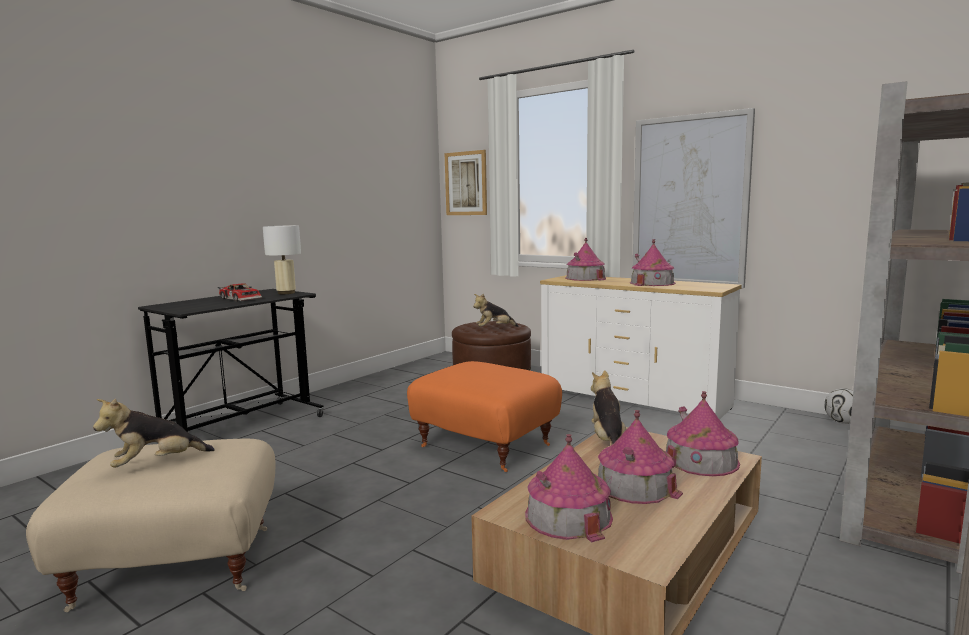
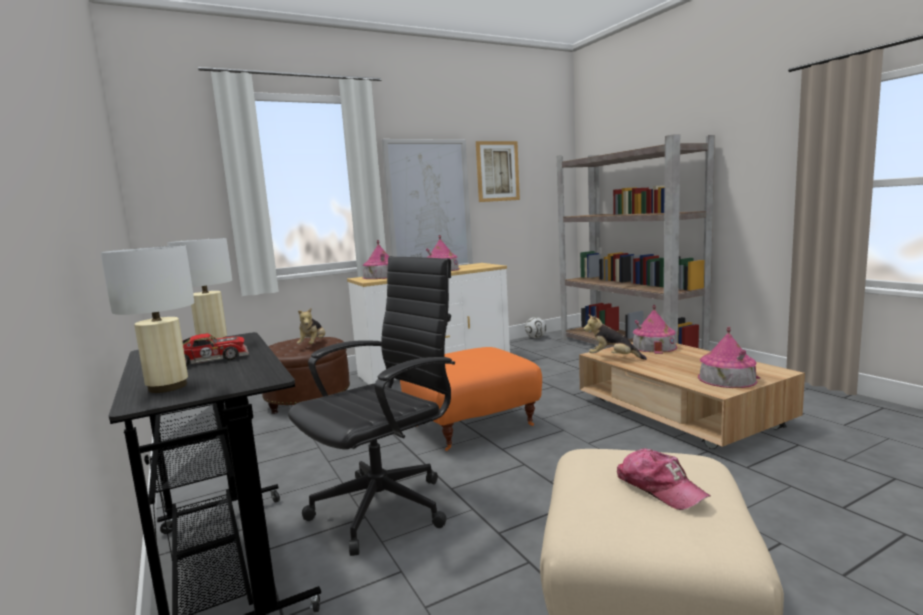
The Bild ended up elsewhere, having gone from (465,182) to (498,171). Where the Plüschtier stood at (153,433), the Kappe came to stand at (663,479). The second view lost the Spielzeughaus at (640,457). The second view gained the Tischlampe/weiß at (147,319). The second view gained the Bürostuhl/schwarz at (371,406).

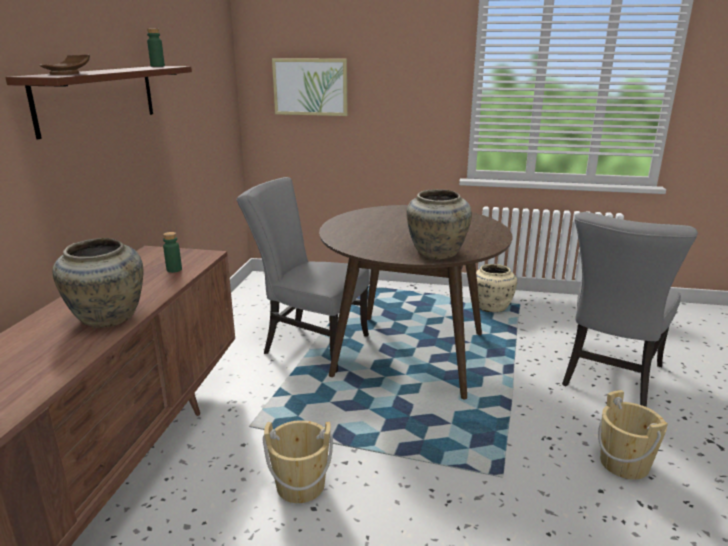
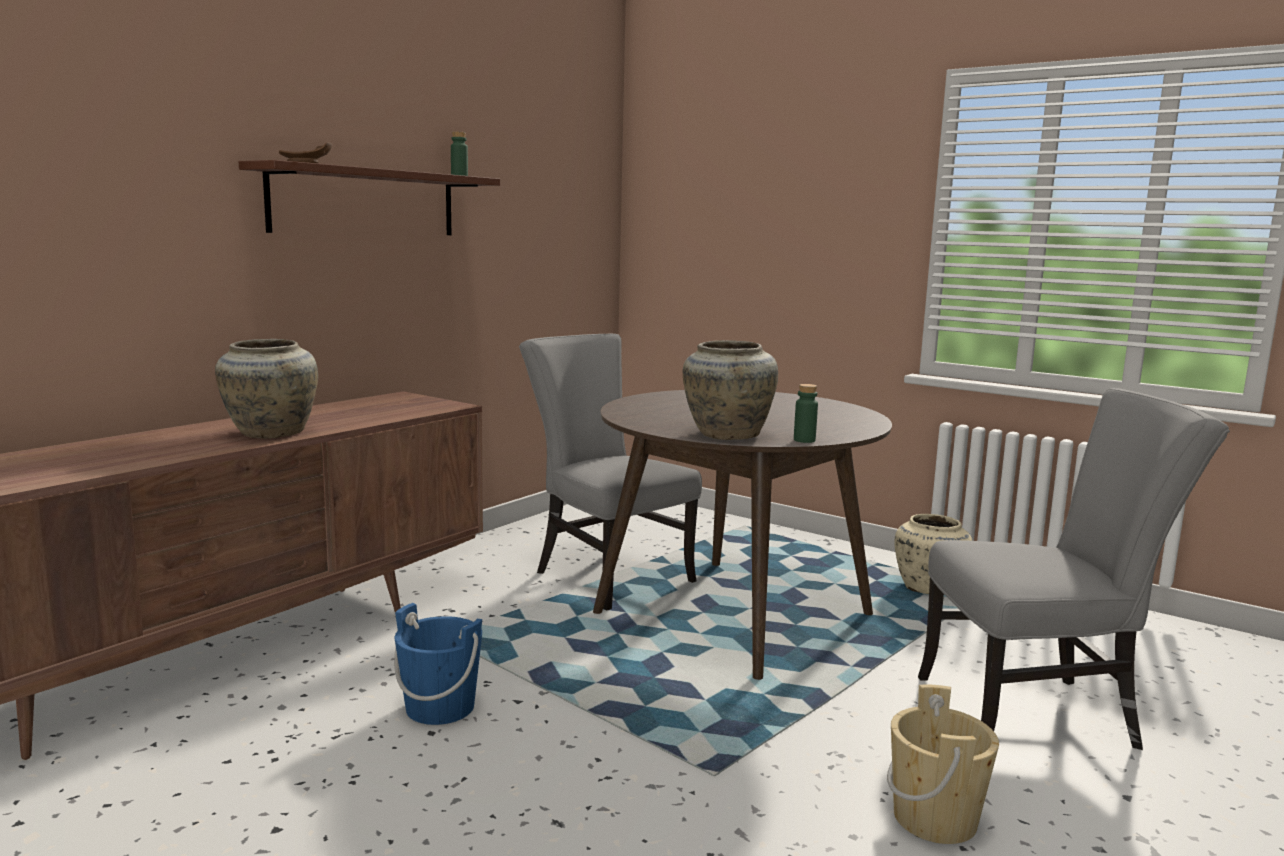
The second view lost the Bild at (310,87). The Stuhl/grau at (630,309) ended up facing another way, 150 degrees counterclockwise from before. The Flasche/grün ended up elsewhere, having gone from (172,252) to (806,413). What was the Eimer/beige at (298,461) turned into the Eimer/blau at (438,664).

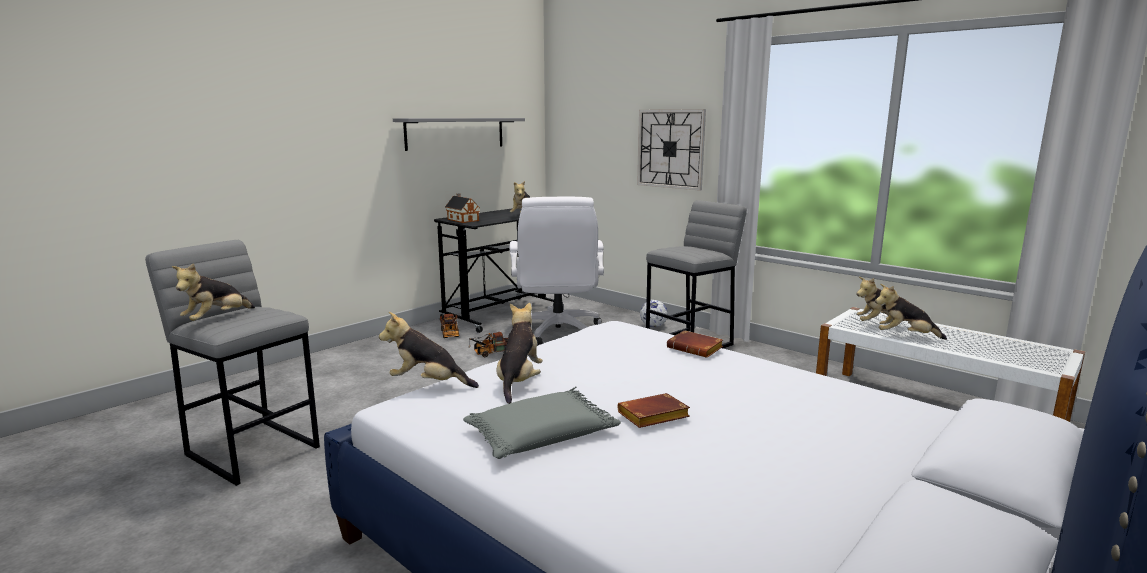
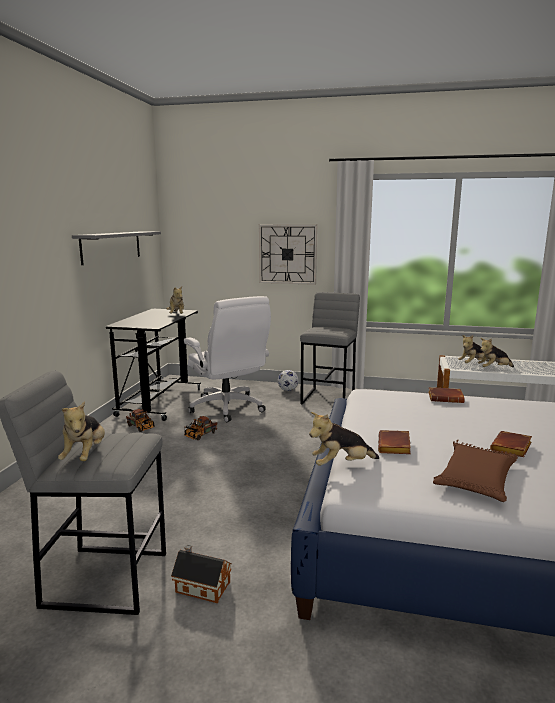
The Spielzeughaus ended up elsewhere, having gone from (462,208) to (201,574). Where the Plüschtier stood at (519,353), the Buch/braun came to stand at (394,442). What was the Kissen/grau at (542,422) turned into the Kissen/braun at (475,471).

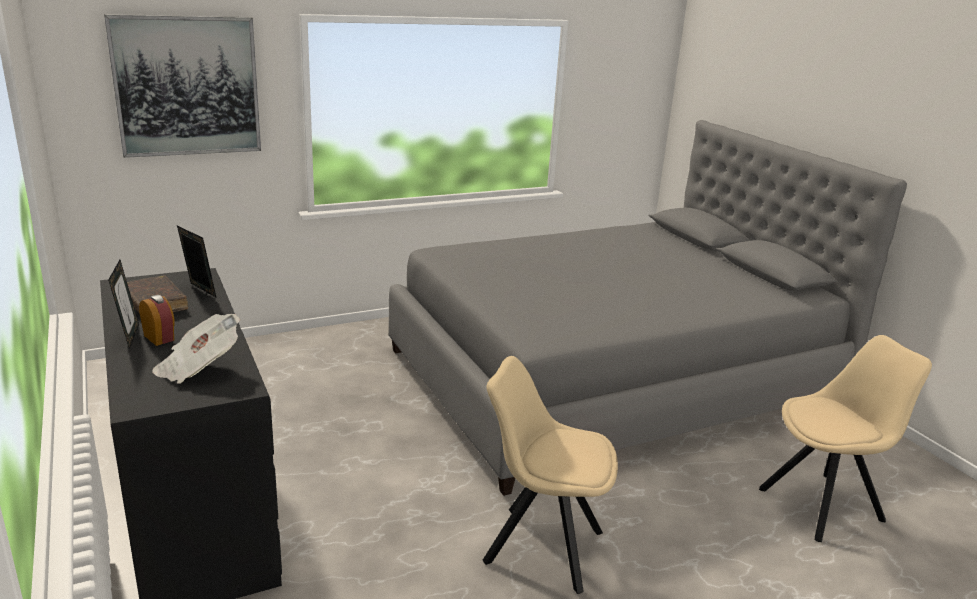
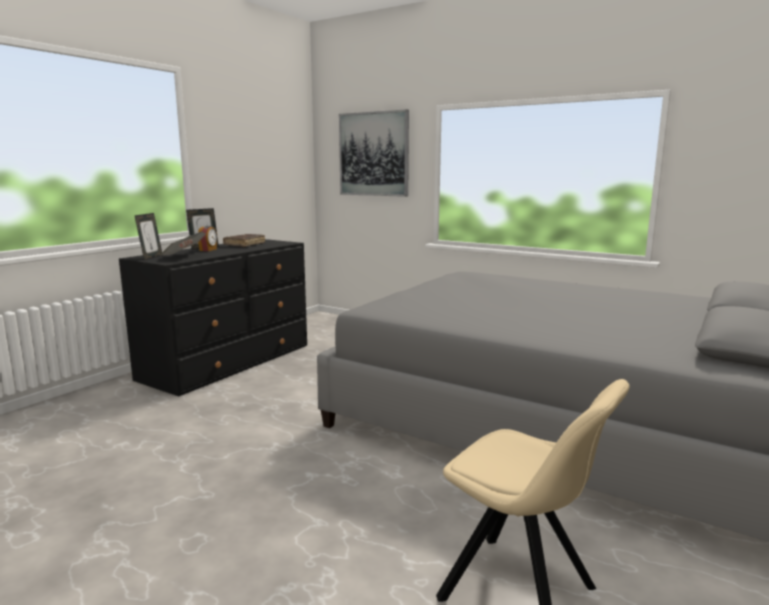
The Bilderrahmen ended up elsewhere, having gone from (196,261) to (149,236). The second view lost the Stuhl/beige at (550,475).

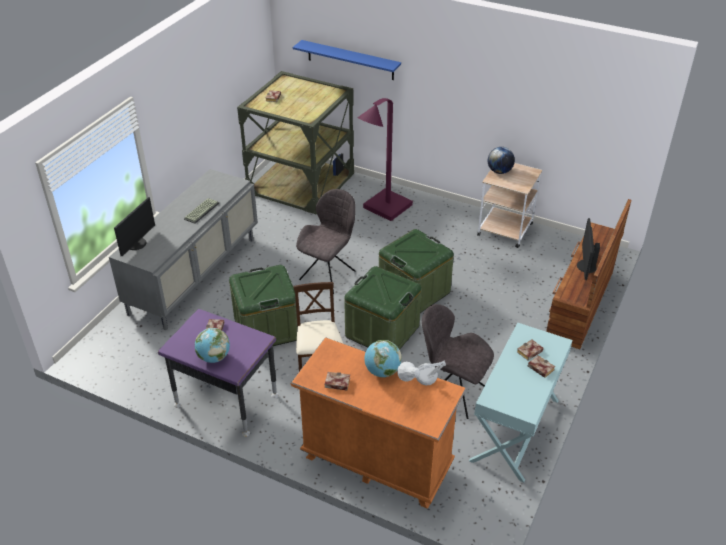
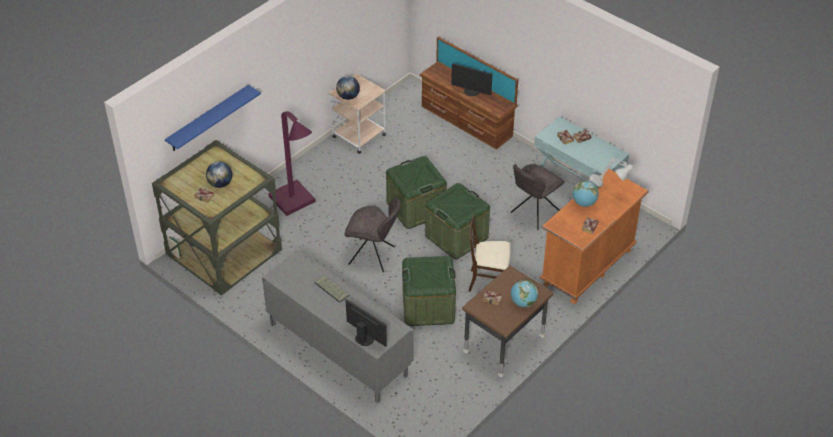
The Stuhl/grau at (325,241) ended up facing another way, 150 degrees clockwise from before. What was the Schreibtisch/lila at (218,373) turned into the Schreibtisch/braun at (507,321). The second view gained the Globus at (219,174).

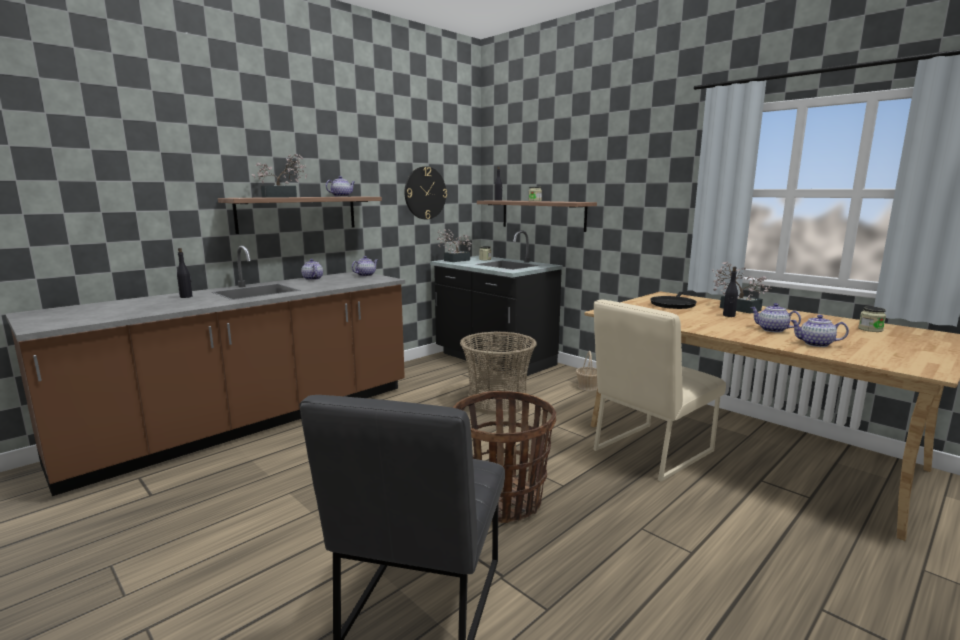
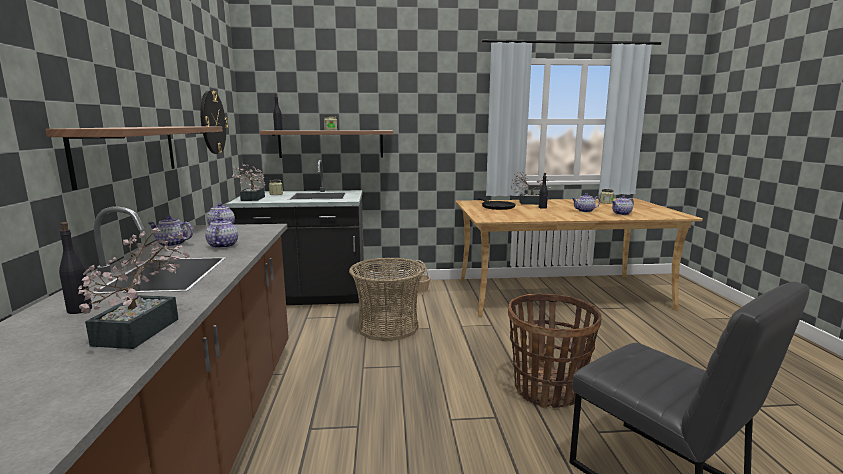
The Topfpflanze ended up elsewhere, having gone from (279,176) to (134,288). The Teekanne ended up elsewhere, having gone from (340,186) to (221,233). The second view lost the Stuhl/beige at (659,391).

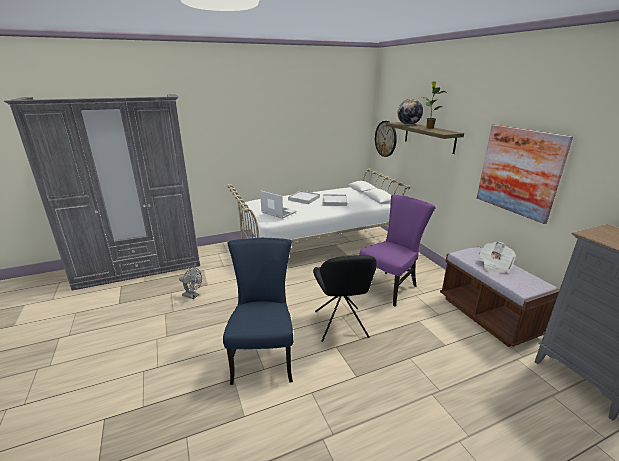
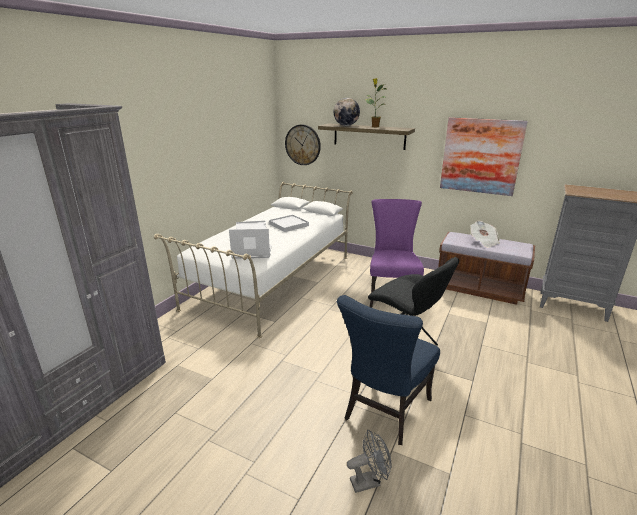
The Stuhl/blau at (258,311) ended up facing another way, 105 degrees counterclockwise from before. The Ventilator/grau ended up elsewhere, having gone from (190,283) to (369,461).

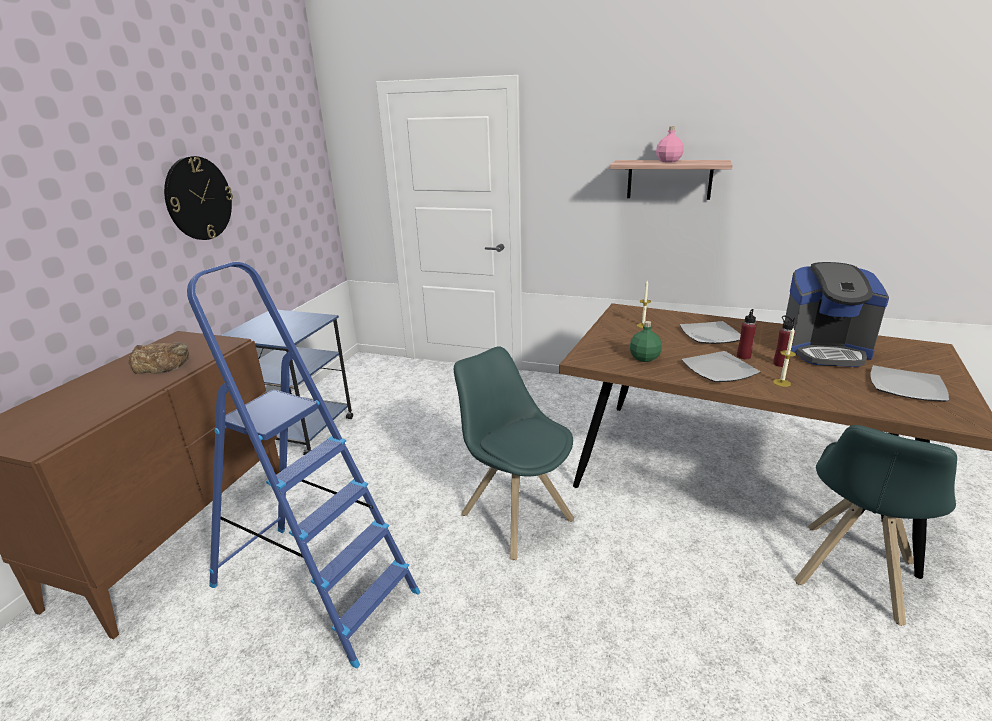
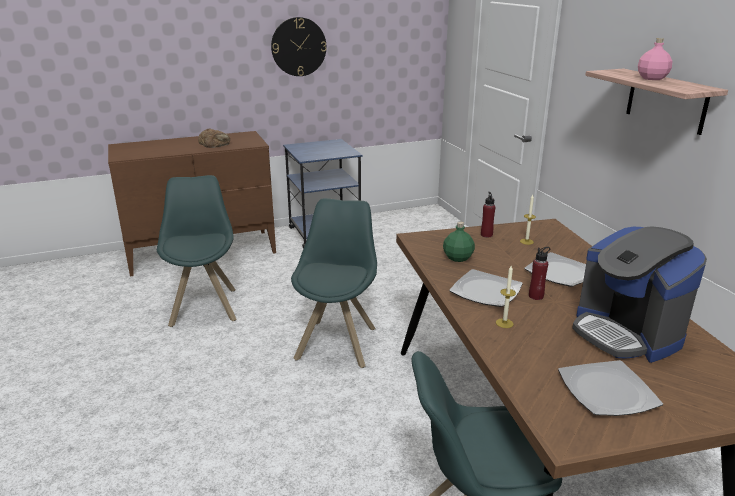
Where the Trittleiter/blau stood at (303,465), the Stuhl/türkis came to stand at (197,251). The Flasche/rot ended up elsewhere, having gone from (784,341) to (488,215).

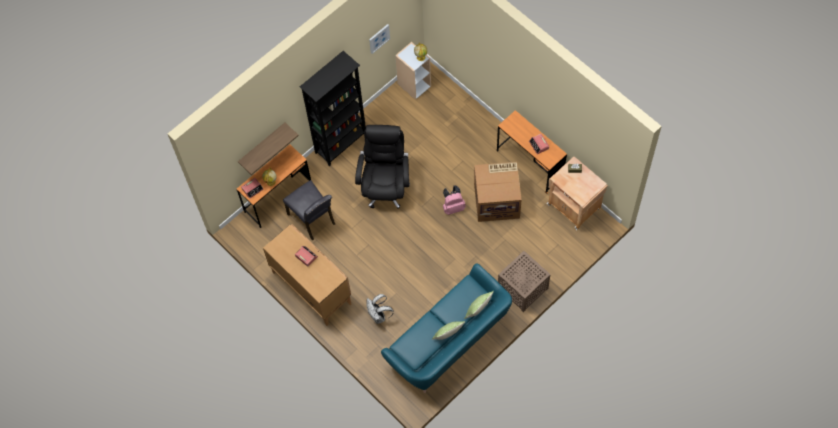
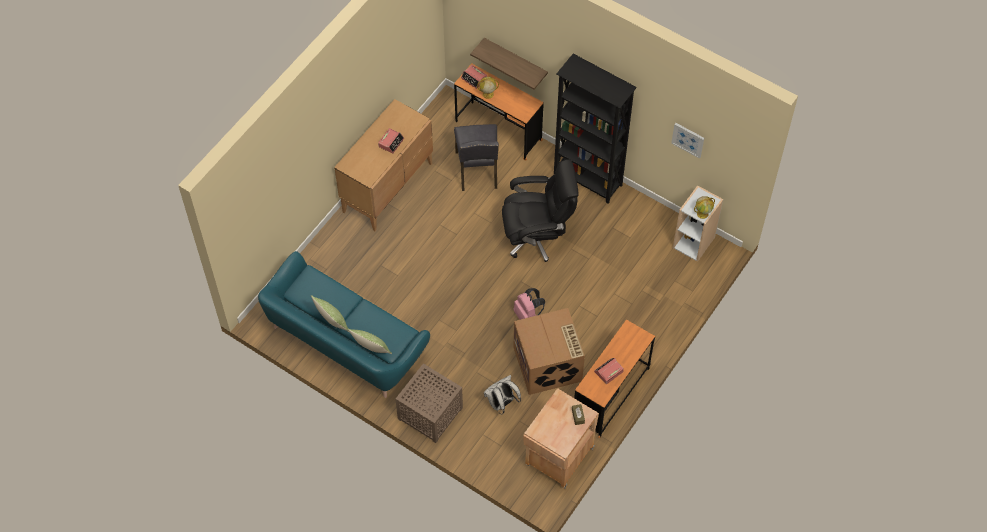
The Stuhl/grau at (309,210) ended up facing another way, 45 degrees counterclockwise from before. The Rucksack/weiß ended up elsewhere, having gone from (380,309) to (502,395).

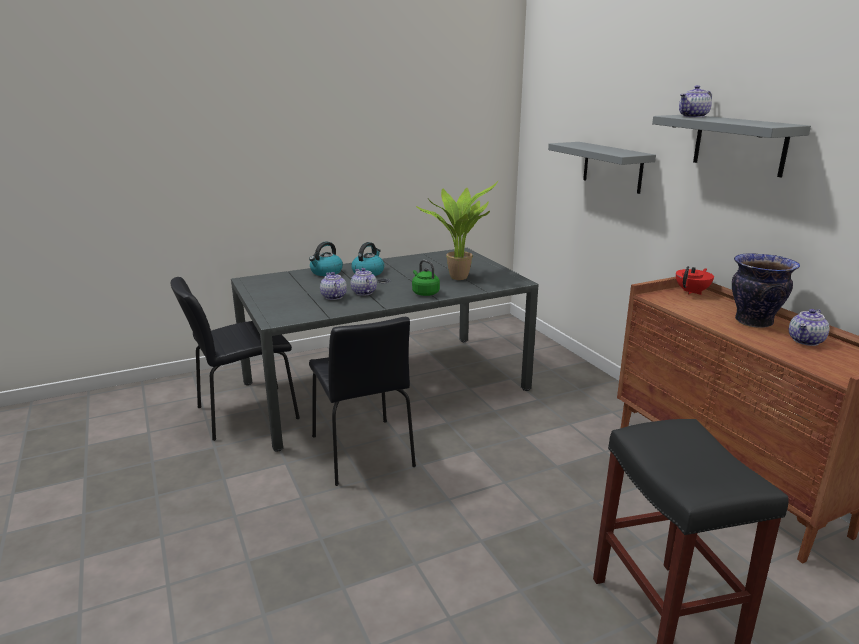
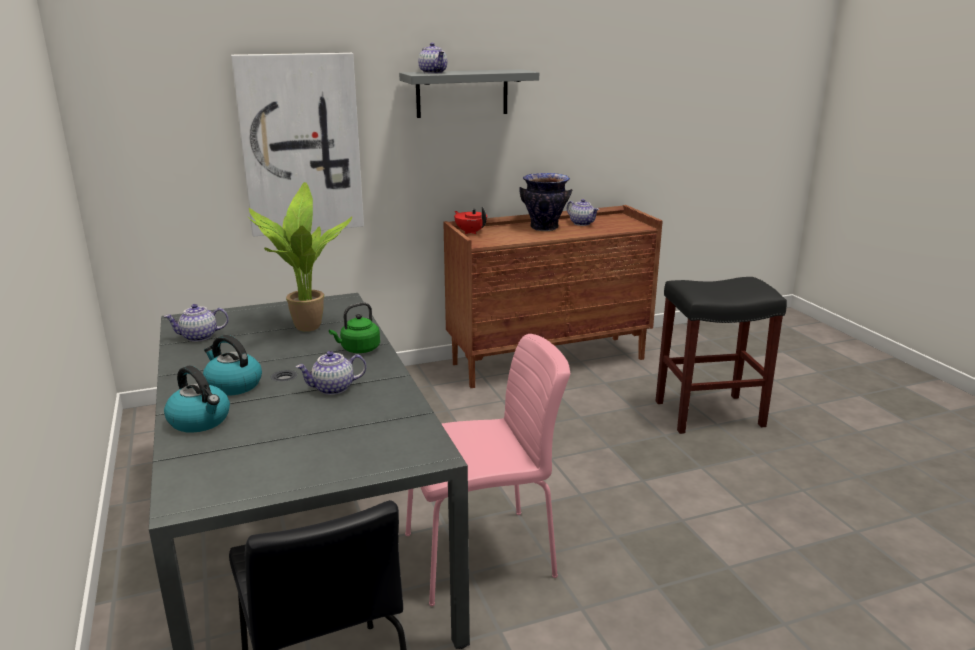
Where the Wandregal/grau hung at (602,168), the Bild came to hang at (297,144). The Teekanne ended up elsewhere, having gone from (333,286) to (196,323). What was the Stuhl/schwarz at (362,401) turned into the Stuhl/rosa at (488,470).

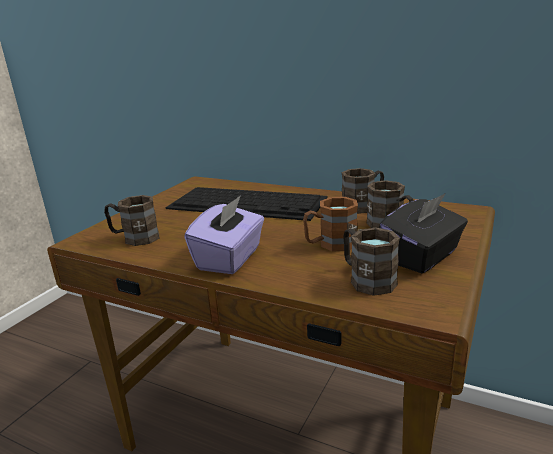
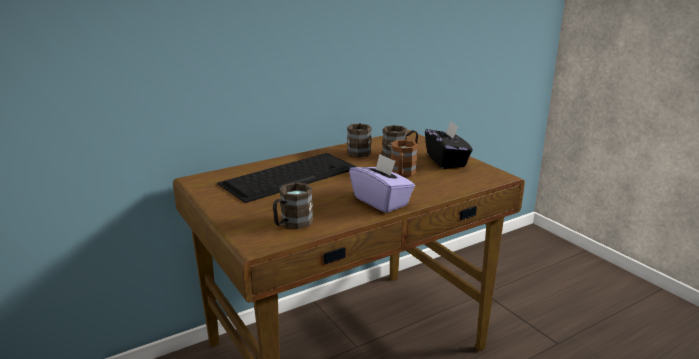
The second view lost the Henkelbecher/braun at (371,262).

